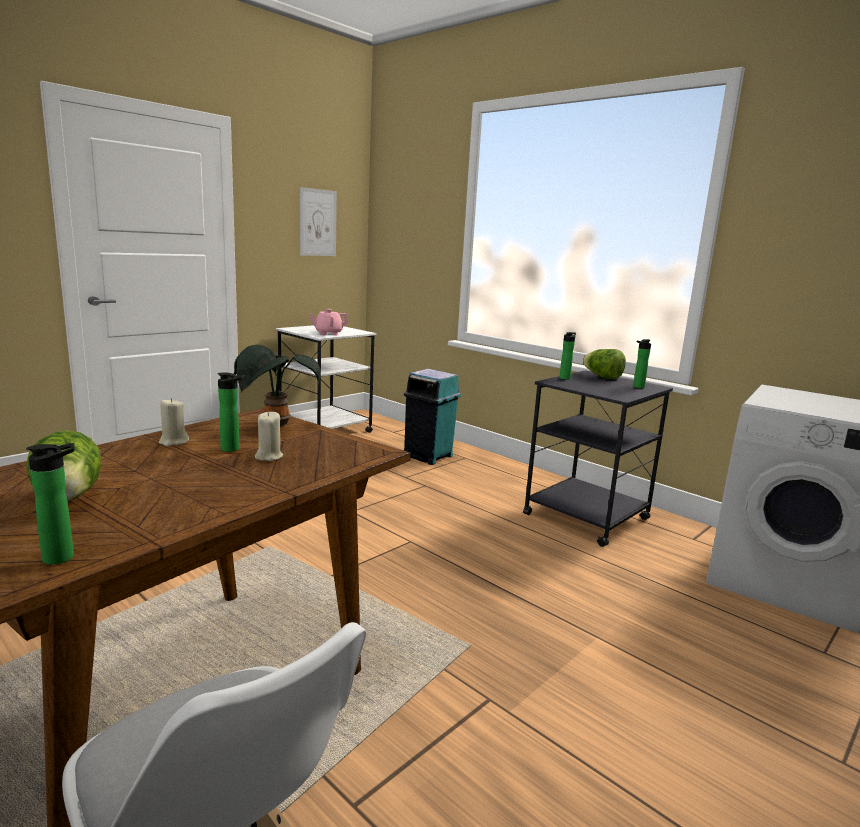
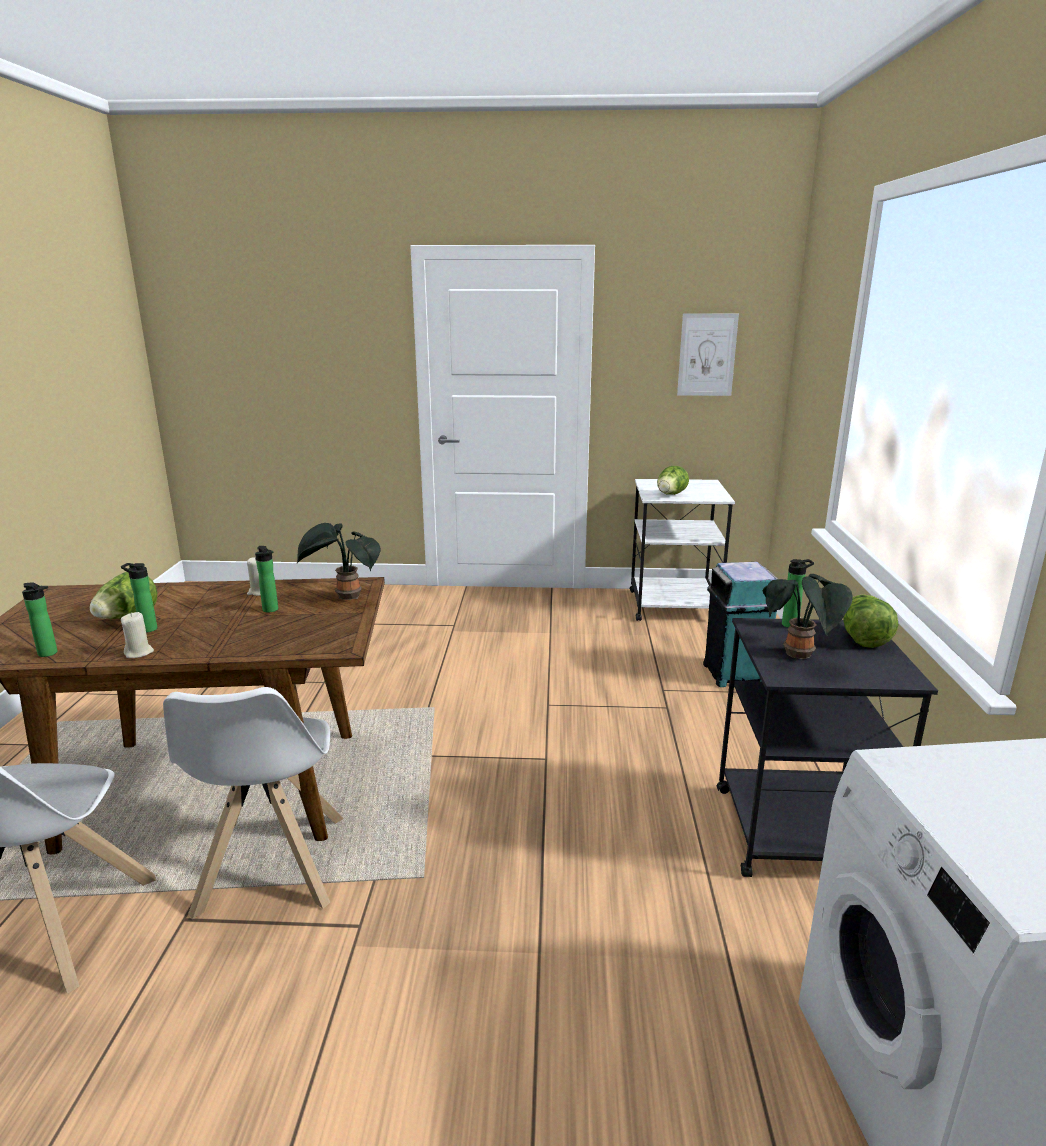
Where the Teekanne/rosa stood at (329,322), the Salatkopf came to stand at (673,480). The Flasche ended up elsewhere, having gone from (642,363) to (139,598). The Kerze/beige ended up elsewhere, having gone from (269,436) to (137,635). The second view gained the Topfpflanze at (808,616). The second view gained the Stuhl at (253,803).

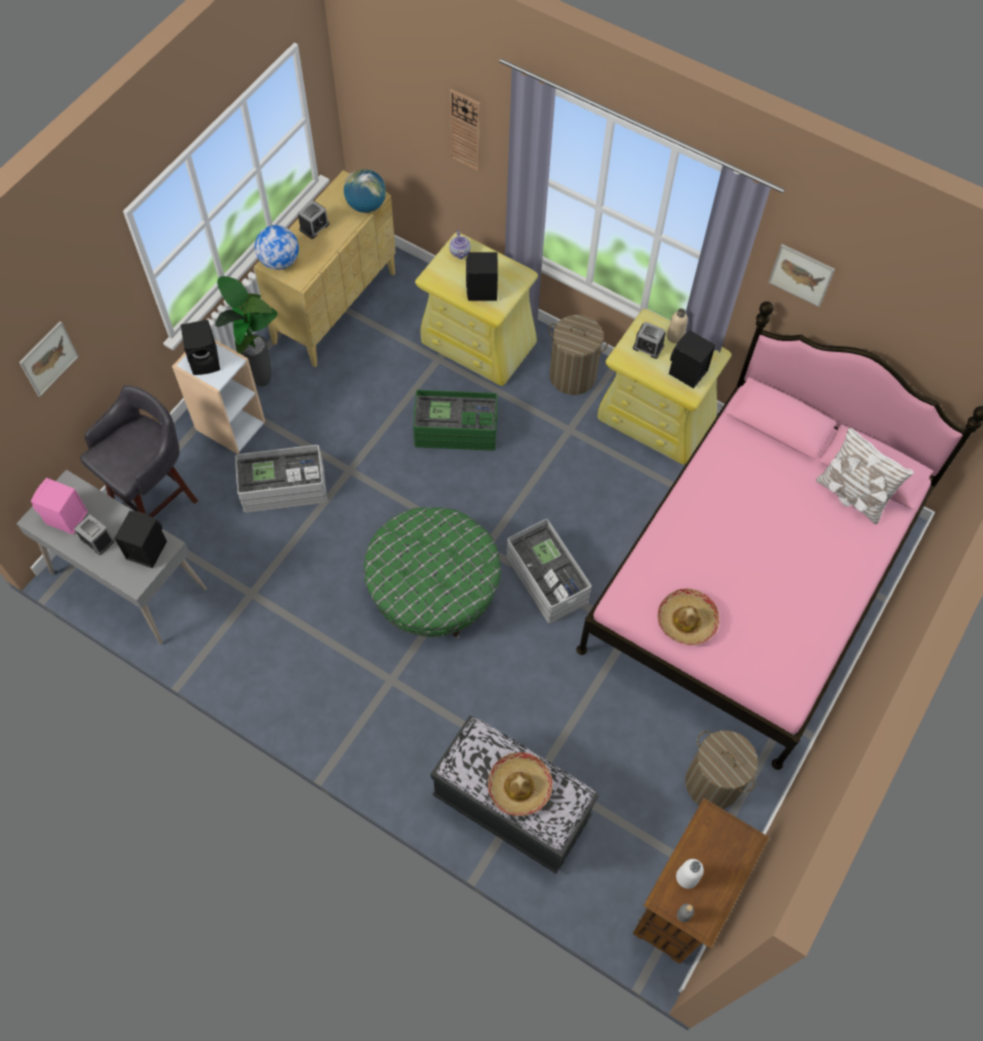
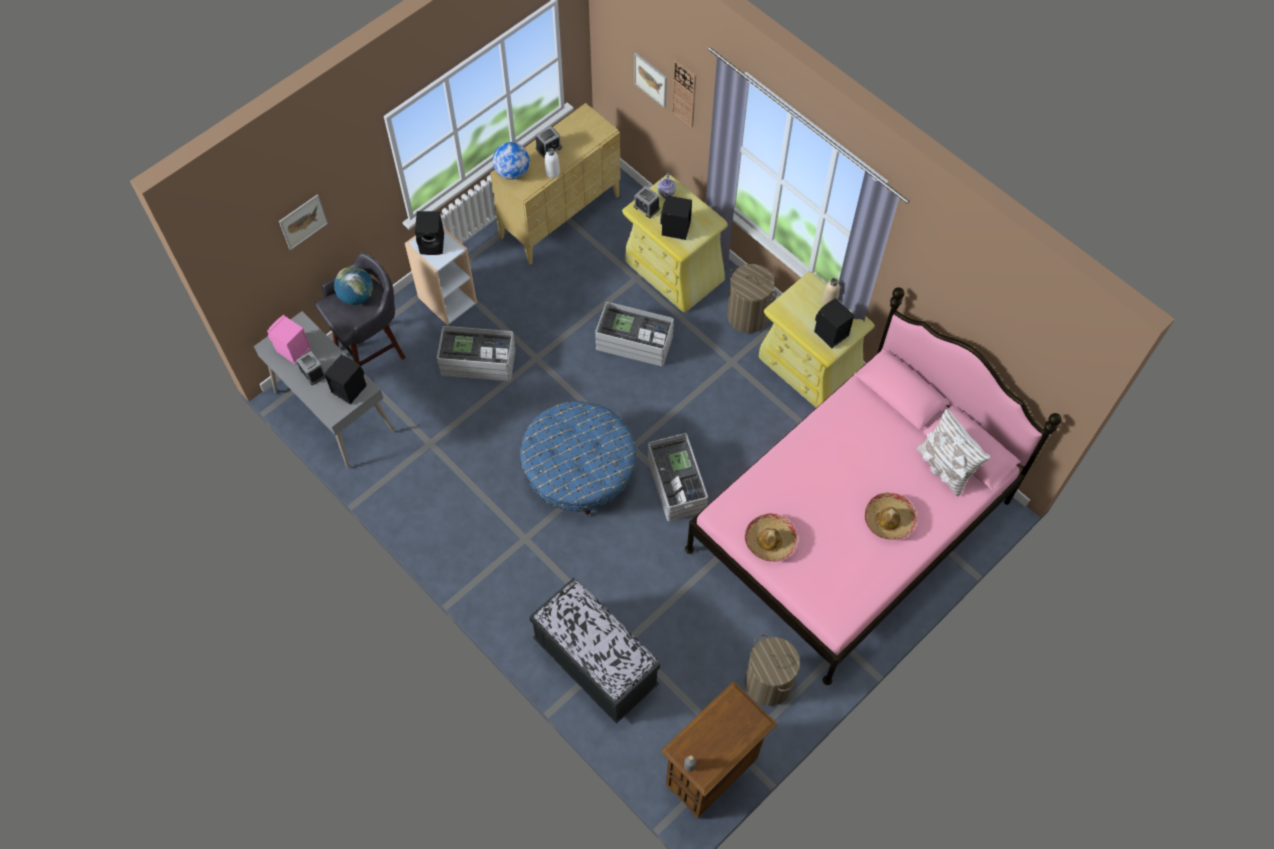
The Globus ended up elsewhere, having gone from (365,191) to (353,286). The Bild ended up elsewhere, having gone from (801,275) to (650,80). The second view lost the Topfpflanze at (246,331). The Wecker ended up elsewhere, having gone from (649,340) to (647,202). What was the Aufbewahrungsbox/grün at (455,420) turned into the Aufbewahrungsbox/grau at (634,334). What was the Polsterhocker/grün at (432,572) turned into the Polsterhocker/blau at (578,459). The Hut ended up elsewhere, having gone from (520,784) to (891,516). The Flasche/weiß ended up elsewhere, having gone from (690,874) to (552,163).

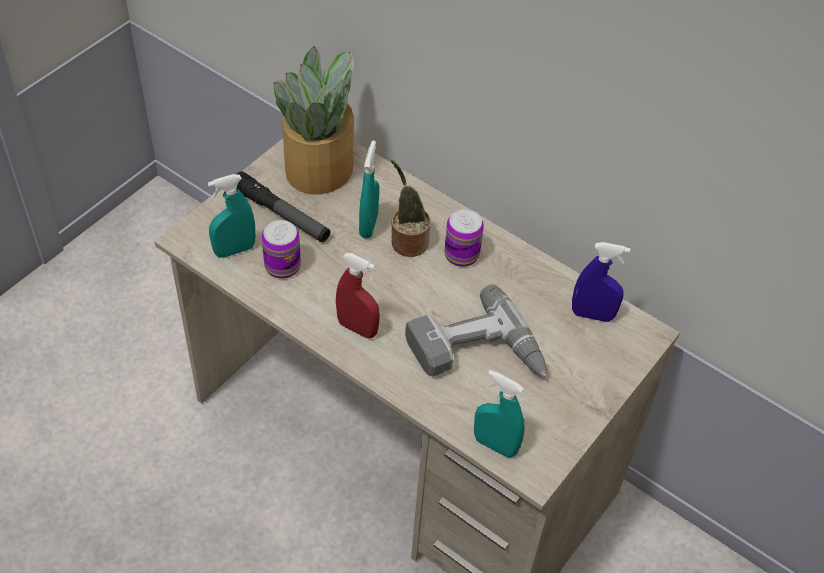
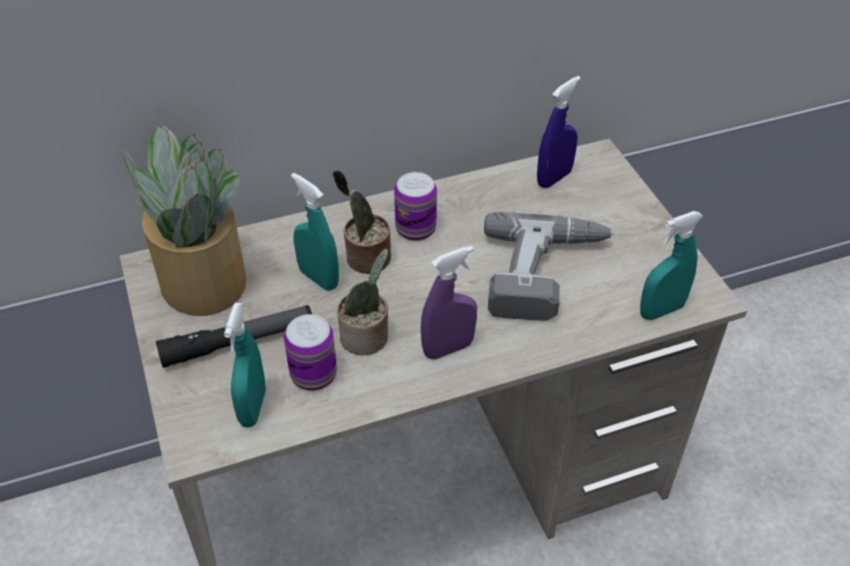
What was the Sprühflasche/rot at (358,296) turned into the Sprühflasche/lila at (449,303). The second view gained the Topfpflanze at (362,302).

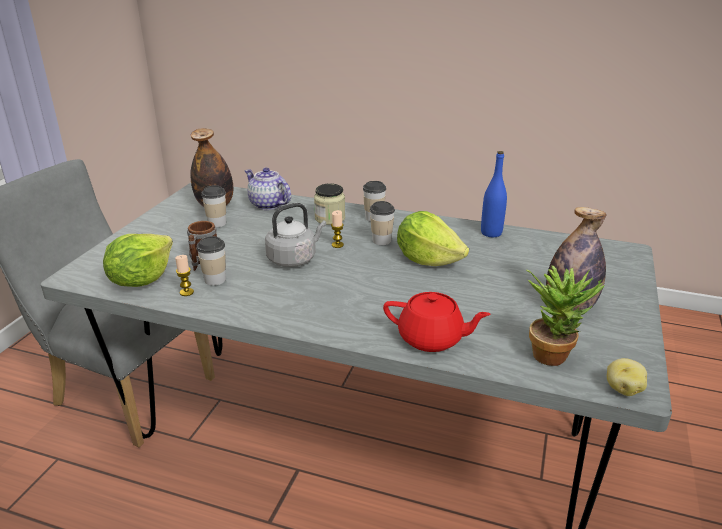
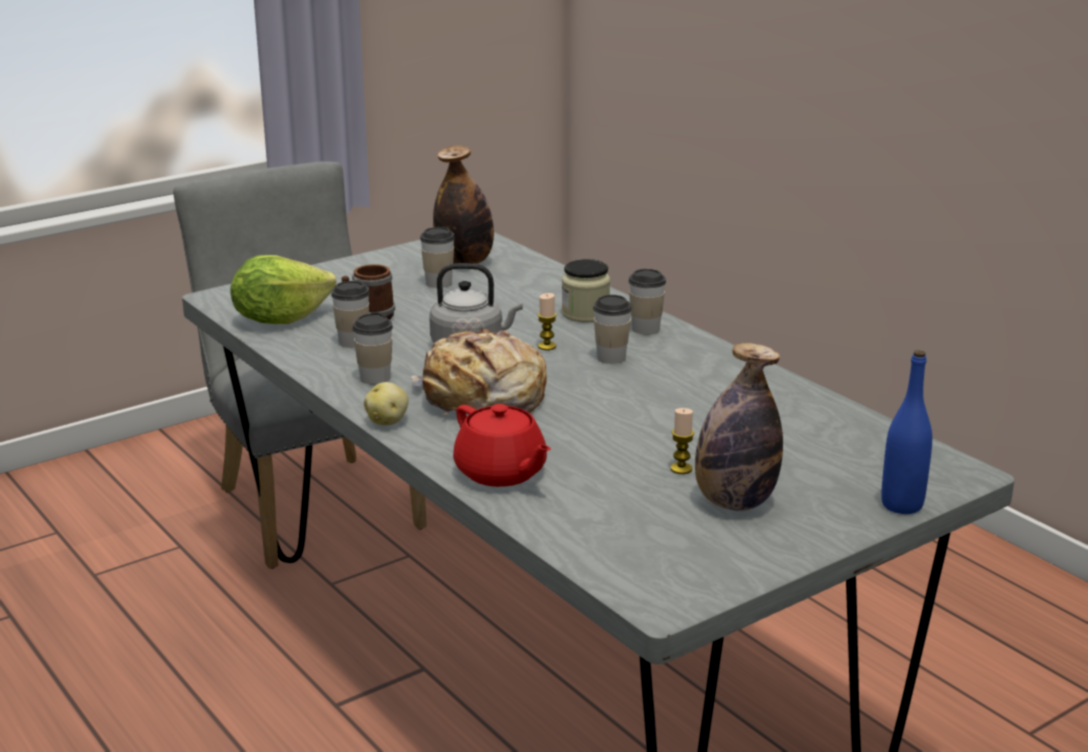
The Flasche/blau ended up elsewhere, having gone from (494,194) to (906,432). The second view lost the Teekanne at (267,188). The second view lost the Salatkopf at (433,238). The Kerze ended up elsewhere, having gone from (184,275) to (682,441). The second view lost the Topfpflanze at (565,315). The Kartoffel ended up elsewhere, having gone from (626,377) to (386,404). The second view gained the Tasse at (372,348). The second view gained the Brot at (479,371).

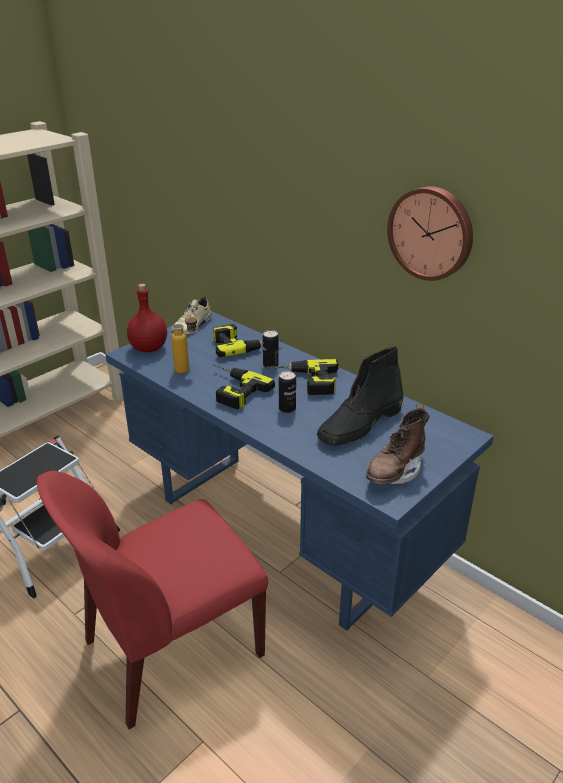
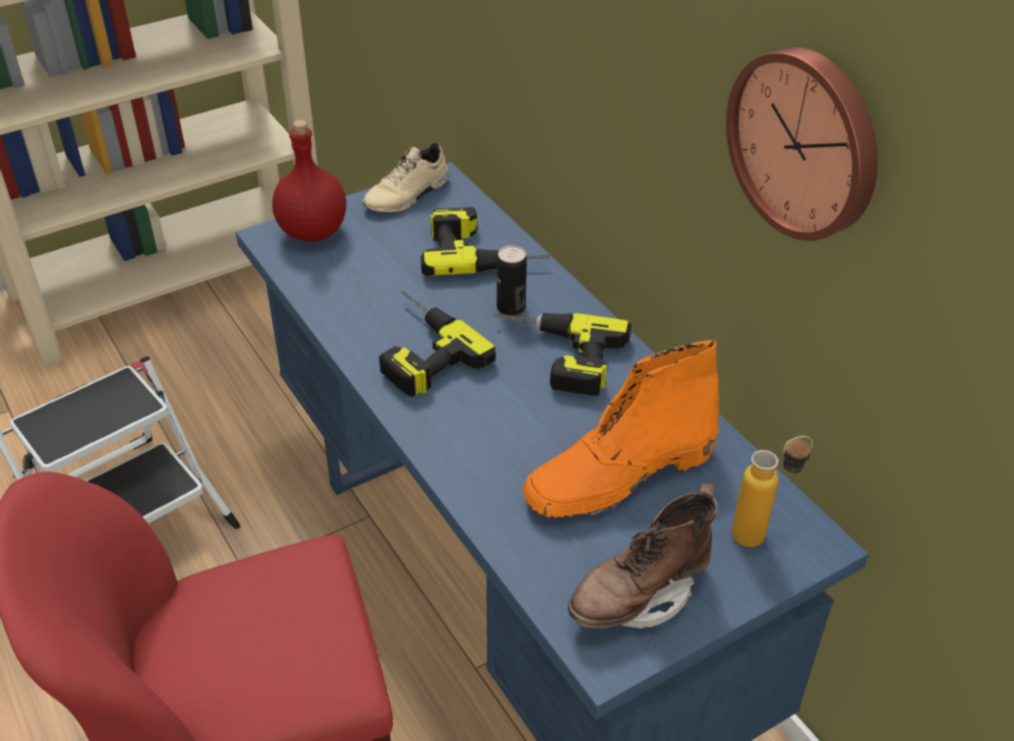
The Flasche ended up elsewhere, having gone from (184,343) to (772,491). What was the Stiefel/schwarz at (360,396) turned into the Stiefel/orange at (621,429). The second view lost the Dose at (287,392).

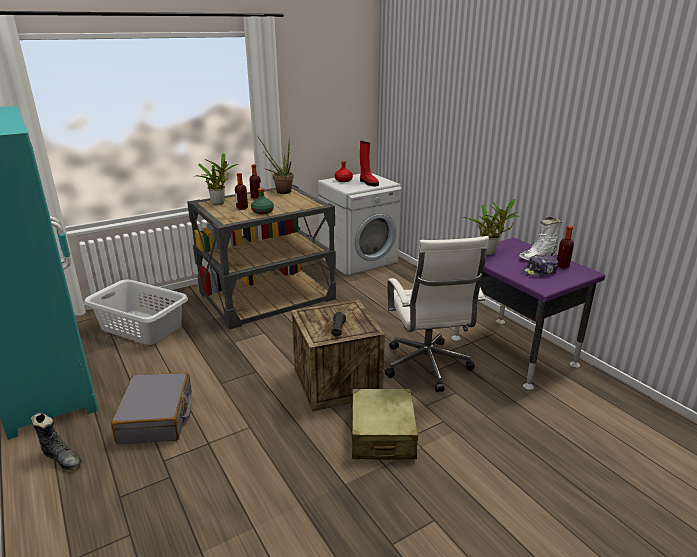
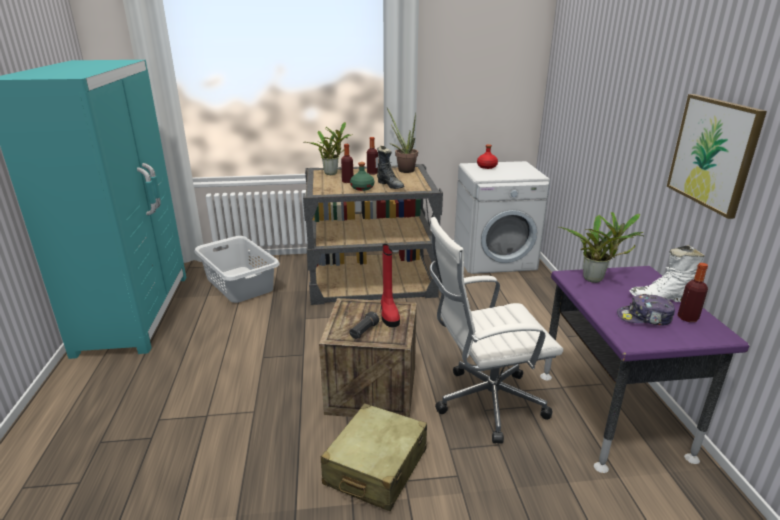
The Stiefel/rot ended up elsewhere, having gone from (369,163) to (390,285). The Bürostuhl/weiß at (437,314) ended up facing another way, 60 degrees clockwise from before. The second view lost the Koffer/grau at (151,408). The Stiefel/schwarz ended up elsewhere, having gone from (56,441) to (391,167). The second view gained the Bild at (717,156).

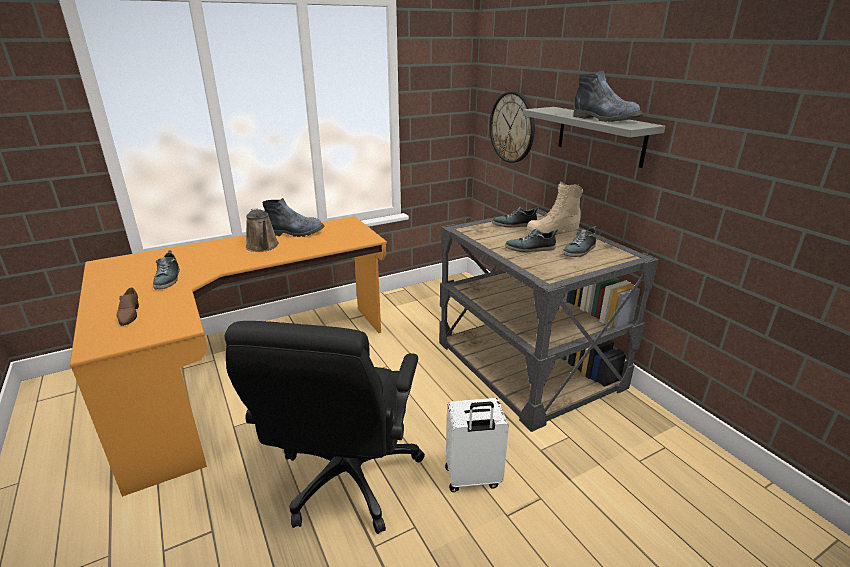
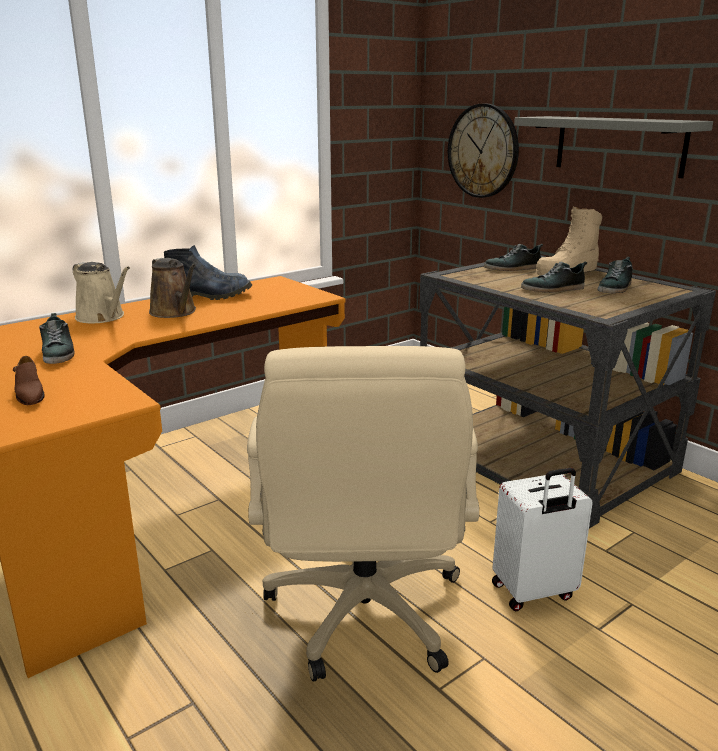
The second view lost the Stiefel at (608,96). What was the Bürostuhl/schwarz at (325,427) turned into the Bürostuhl/beige at (363,514). The second view gained the Gießkanne/beige at (101,292).

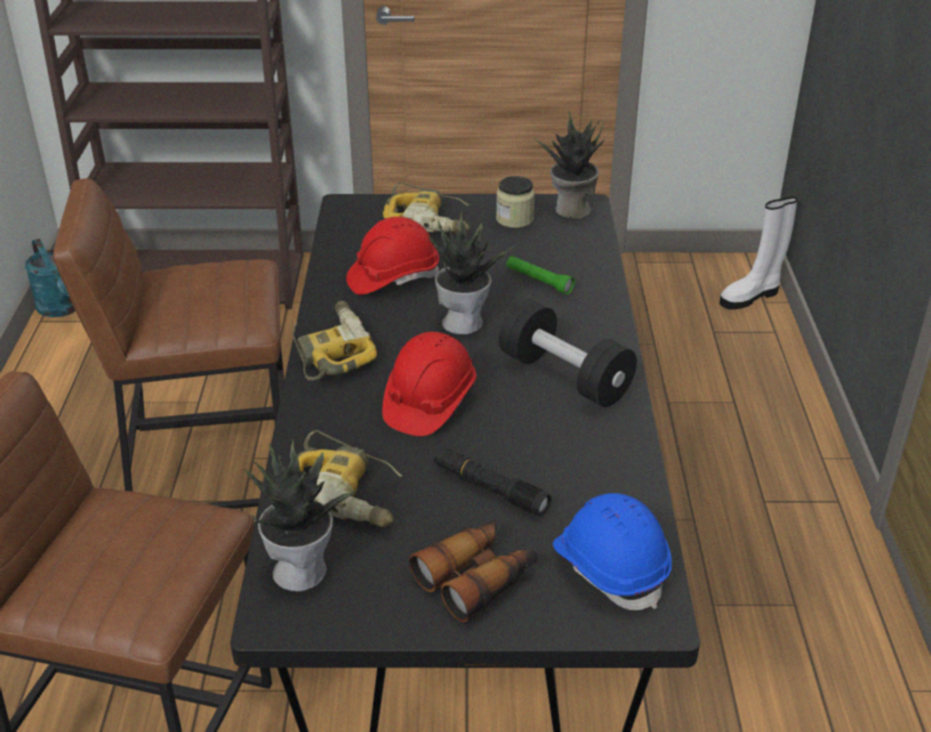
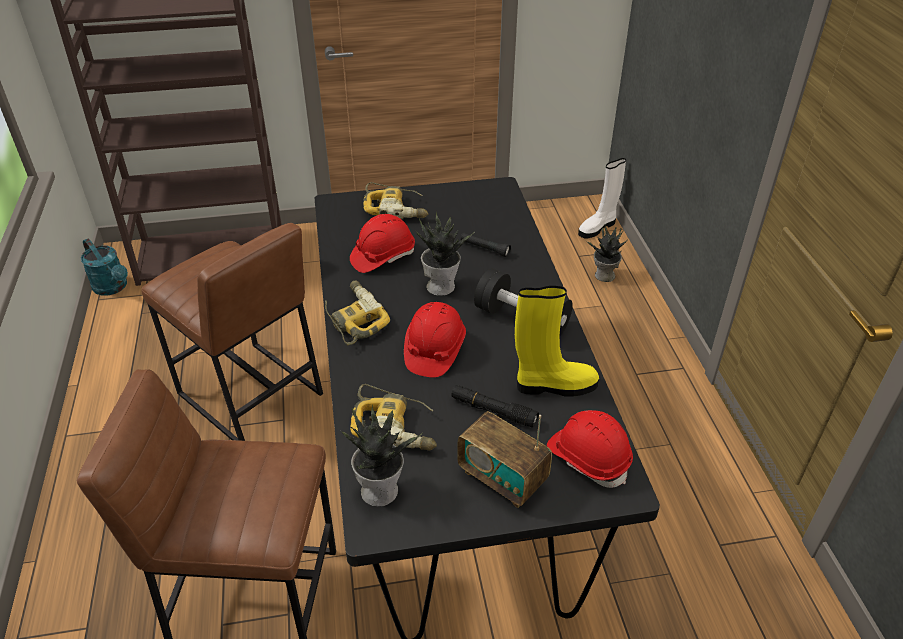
The Topfpflanze ended up elsewhere, having gone from (570,165) to (607,253). The second view lost the Vorratsglas at (515,202). The Stuhl/braun at (168,343) ended up facing another way, 120 degrees counterclockwise from before. What was the Taschenlampe/grün at (540,275) turned into the Taschenlampe/schwarz at (486,244). What was the Schutzhelm/blau at (612,551) turned into the Schutzhelm/rot at (590,449). Where the Fernglas stood at (473,570), the Radio came to stand at (505,459). The second view gained the Stiefel/gelb at (557,341).

